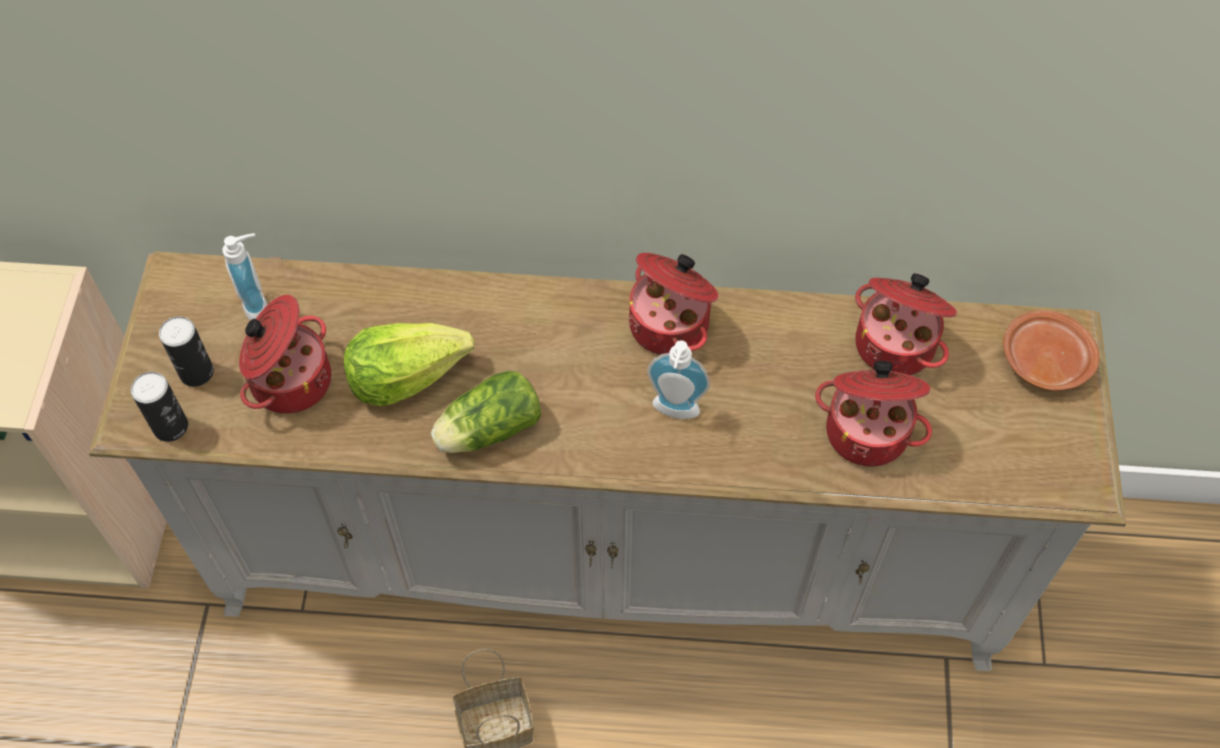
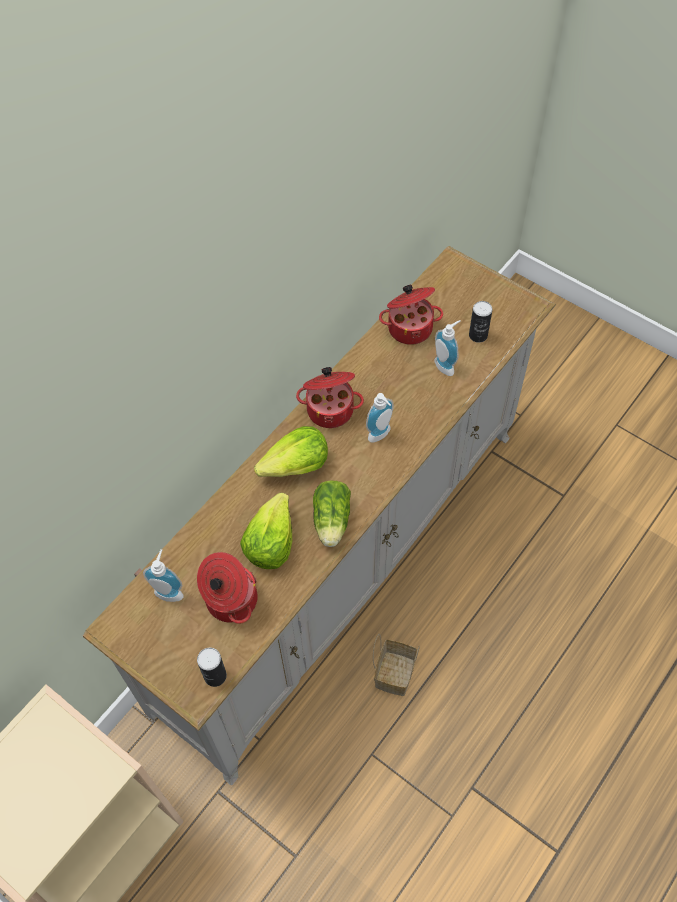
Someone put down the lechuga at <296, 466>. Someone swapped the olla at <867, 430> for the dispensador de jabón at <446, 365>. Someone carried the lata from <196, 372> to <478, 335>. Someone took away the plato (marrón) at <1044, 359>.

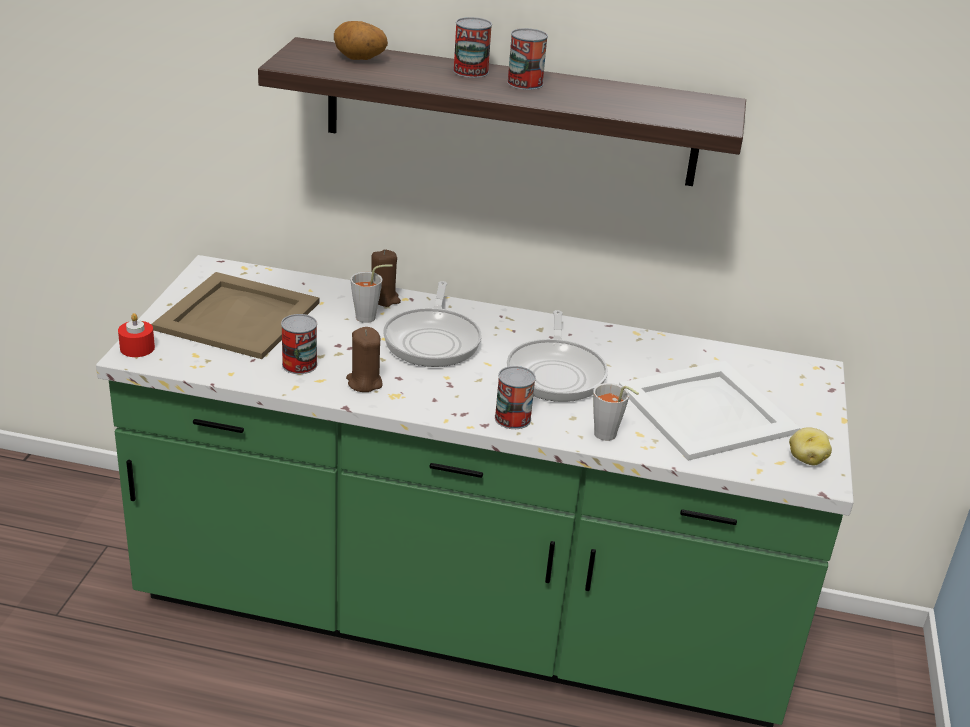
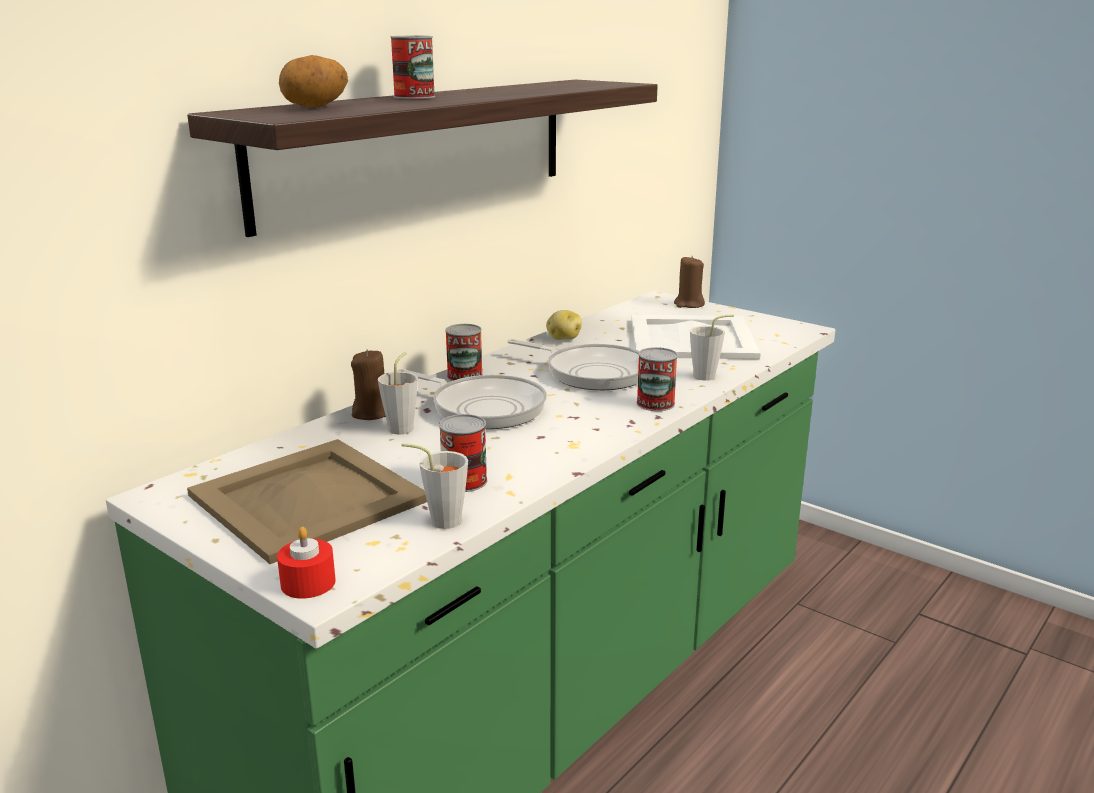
Someone put down the taza (gris) at <439, 520>. Someone carried the lata from <525, 83> to <465, 376>. Someone carried the patata from <806, 459> to <563, 339>. Someone carried the vela (marrón) from <364, 382> to <688, 304>.

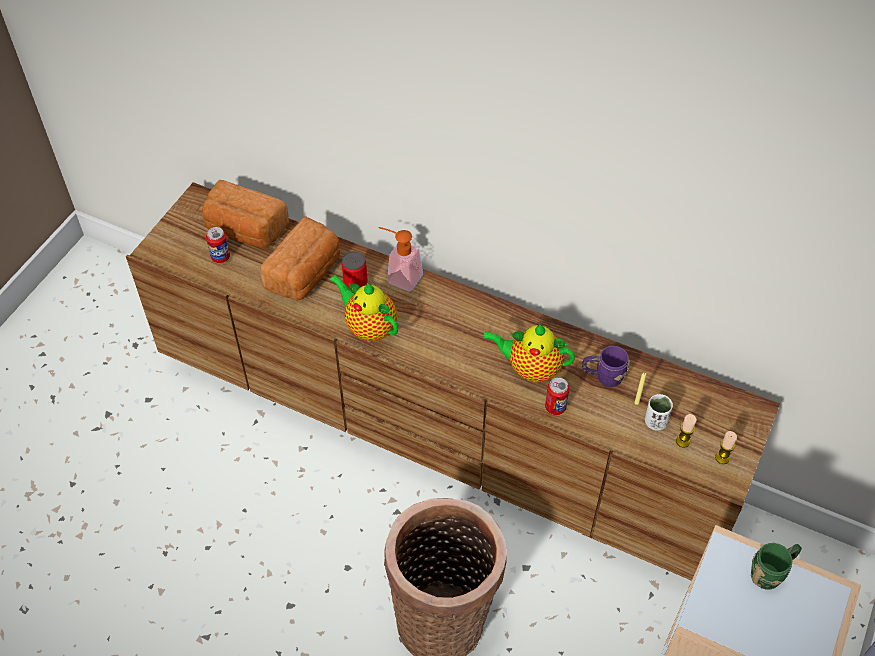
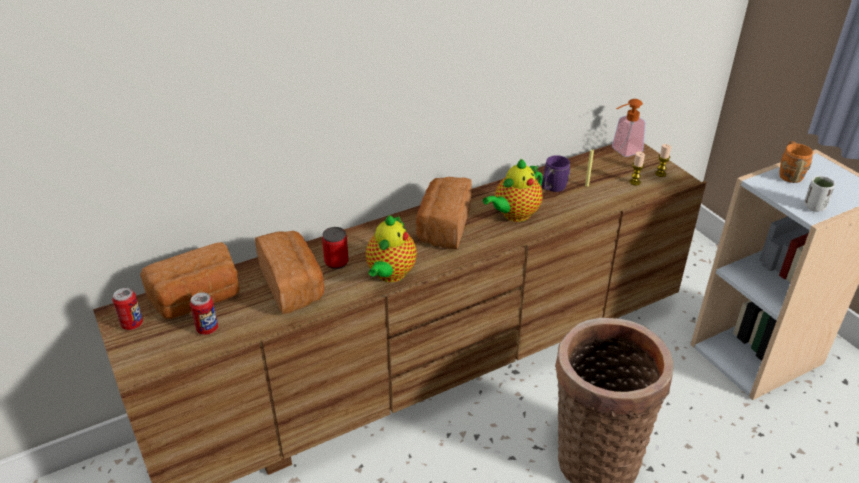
Someone carried the lata from <555, 407> to <132, 324>. Someone rotated the tetera at <368, 327> by 60 degrees counterclockwise. Someone put down the pan at <443, 227>. Someone carried the dispensador de jabón from <399, 276> to <622, 151>. Someone repainted the taza grande (verde) at <771, 572>, which became the taza grande (naranja) at <789, 173>. Someone carried the taza (blanco) from <655, 422> to <814, 207>.

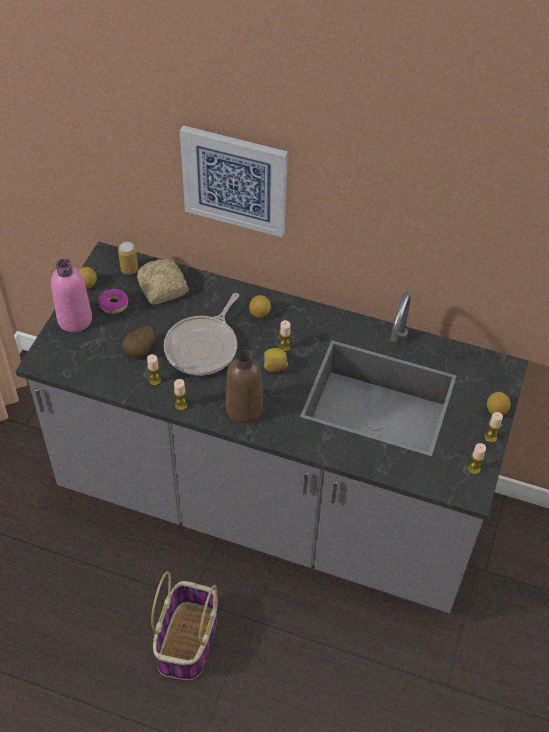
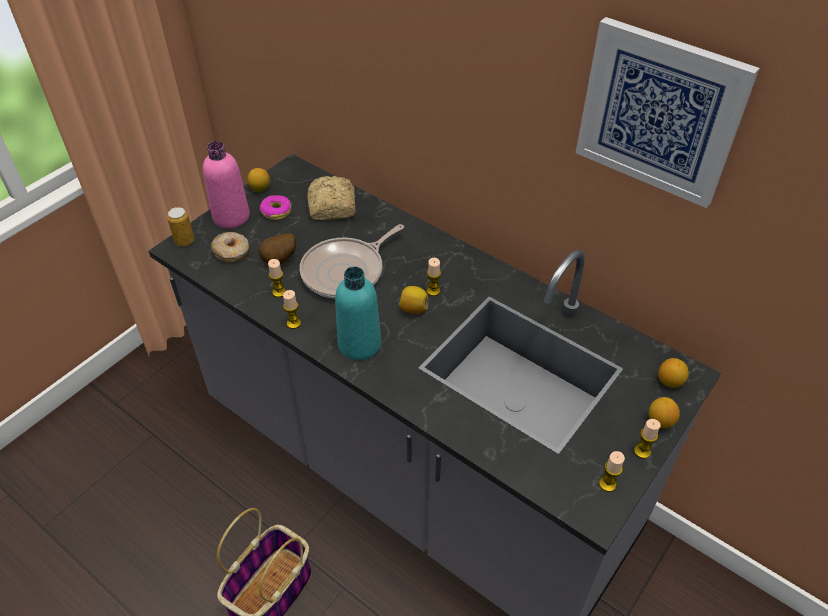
Someone carried the lata from <129, 269> to <184, 241>. Someone put down the rosquilla at <232, 252>. Someone repainted the botella (marrón) at <244, 409>, which became the botella (turquesa) at <359, 344>. Someone carried the cuadro from <235, 180> to <660, 112>. Someone carried the limón from <260, 313> to <670, 381>.

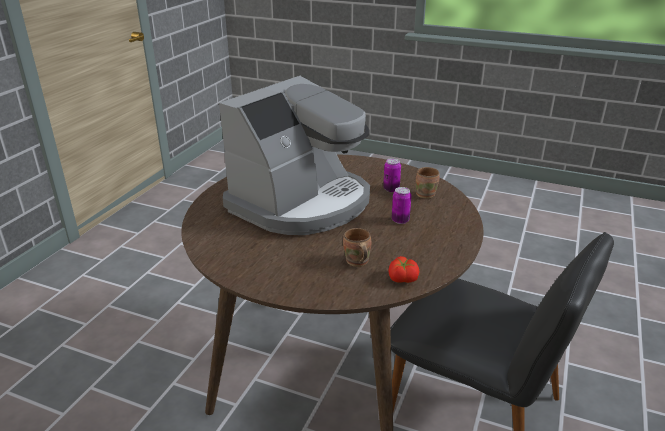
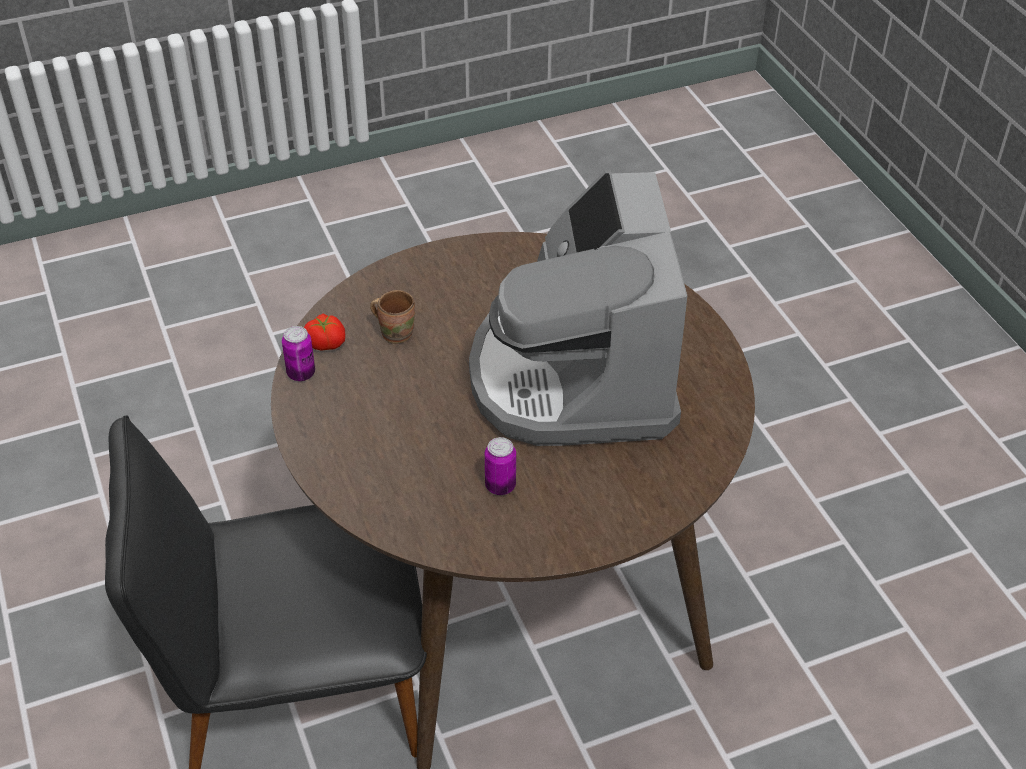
Someone carried the lata from <400, 220> to <301, 373>. Someone took away the taza grande (marrón) at <425, 194>.

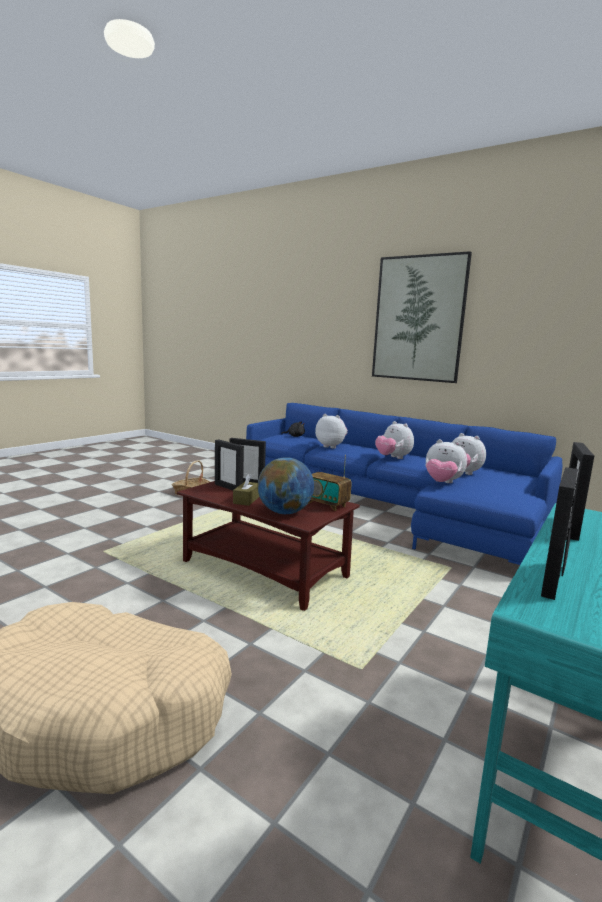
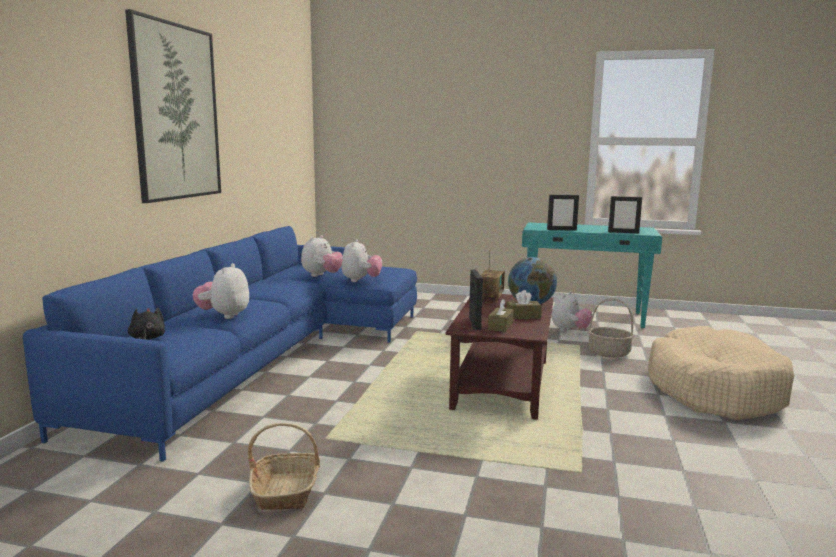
Someone swapped the portarretratos at <229, 487> for the caja de pañuelos (marrón) at <500, 326>. Someone carried the peluche from <393, 458> to <569, 330>. Someone put down the cesta at <609, 353>.

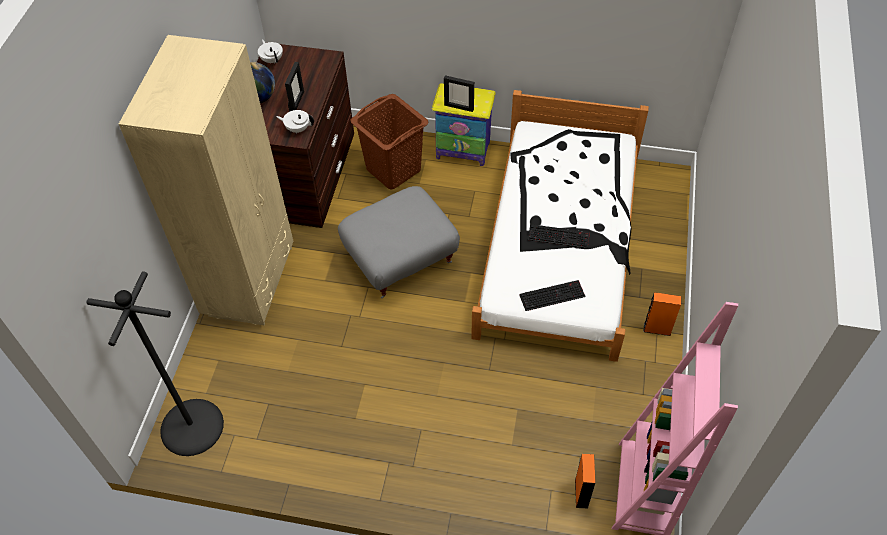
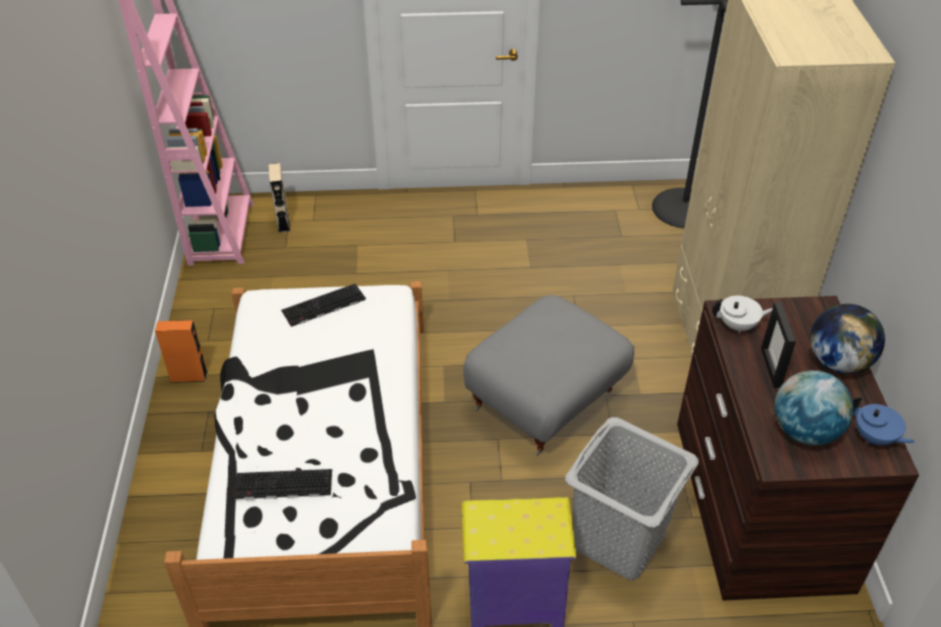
Someone carried the teclado from <559, 236> to <282, 485>. Someone repainted the altavoz (naranja) at <581, 493>, which became the altavoz (beis) at <283, 222>. Someone repainted the cesto de la ropa (marrón) at <393, 169>, which became the cesto de la ropa (gris) at <619, 541>. Someone put down the globo terráqueo at <804, 431>. Someone repainted the tetera (blanco) at <272, 60>, which became the tetera (azul) at <874, 438>. Someone took away the portarretratos at <459, 107>.

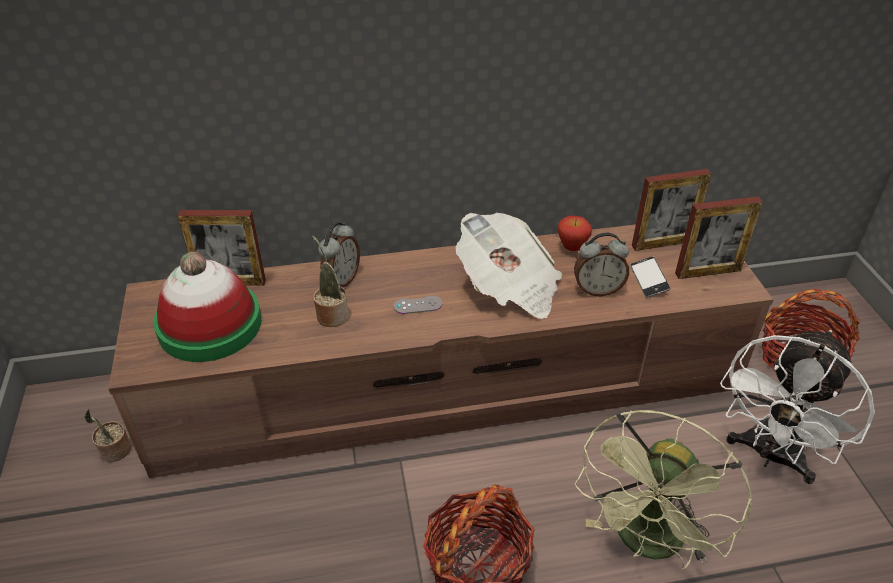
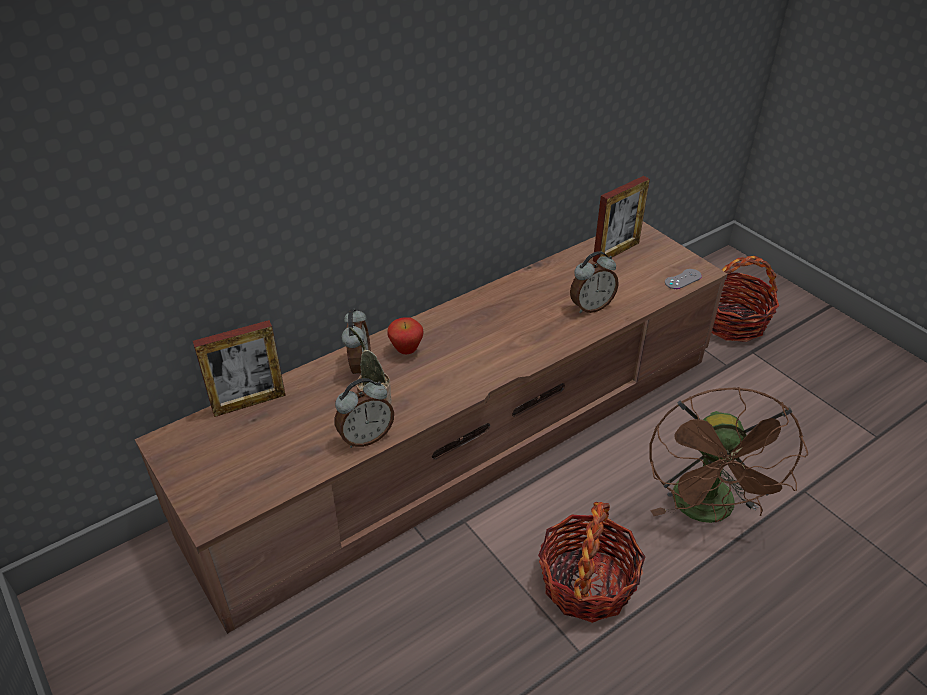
Someone put down the despertador at <366, 437>. Someone carried the manzana from <572, 248> to <406, 351>. Someone repainted the ventilador (verde) at <647, 544>, which became the ventilador (marrón) at <707, 511>. Someone carried the mando de consola (gris) from <418, 305> to <683, 279>. Someone took away the planta en maceta at <115, 452>. Someone took away the sombrero at <210, 325>. Someone took away the periódico at <509, 287>. Someone took away the móvil at <648, 280>. Someone took away the portarretratos at <707, 272>. Someone took away the ventilador (blanco) at <770, 456>.

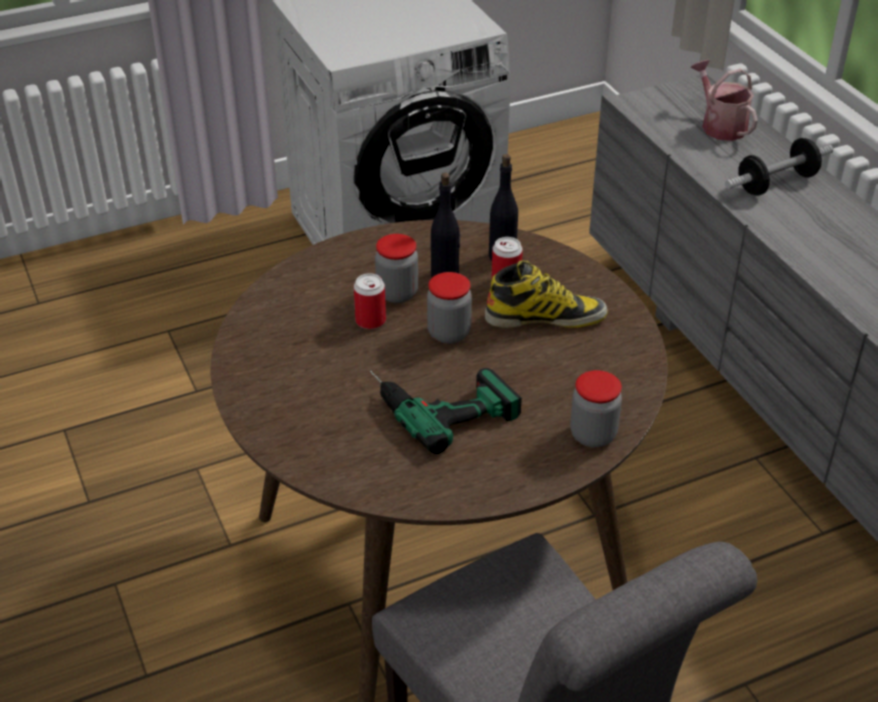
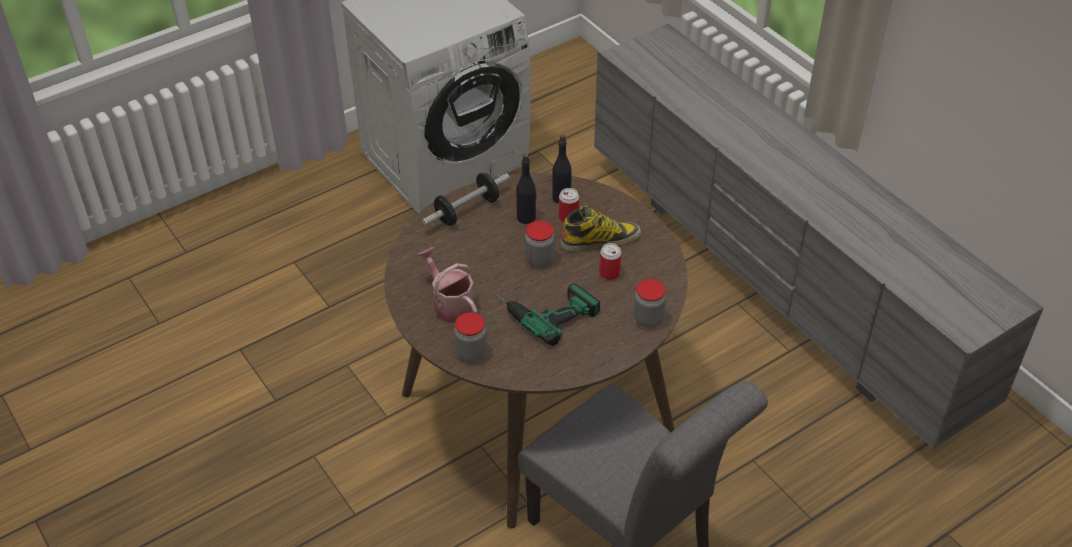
Someone carried the regadera from <720, 125> to <450, 304>. Someone carried the mancuerna from <776, 183> to <467, 210>. Someone carried the tarro from <397, 293> to <471, 353>. Someone carried the lata from <370, 321> to <609, 273>.

